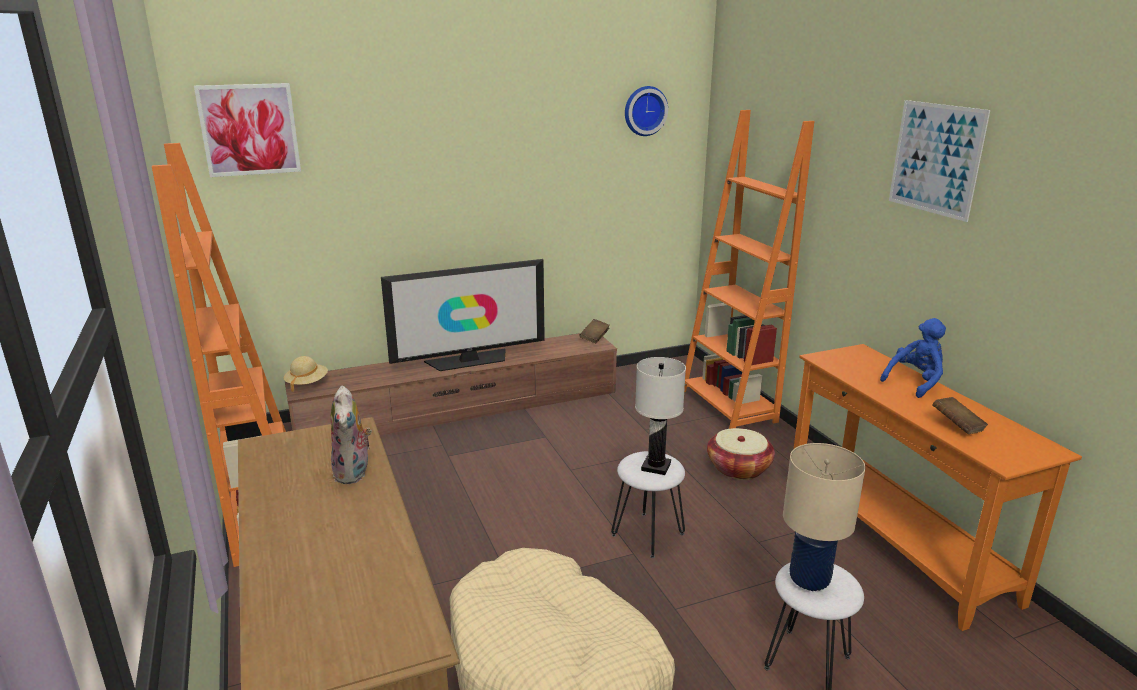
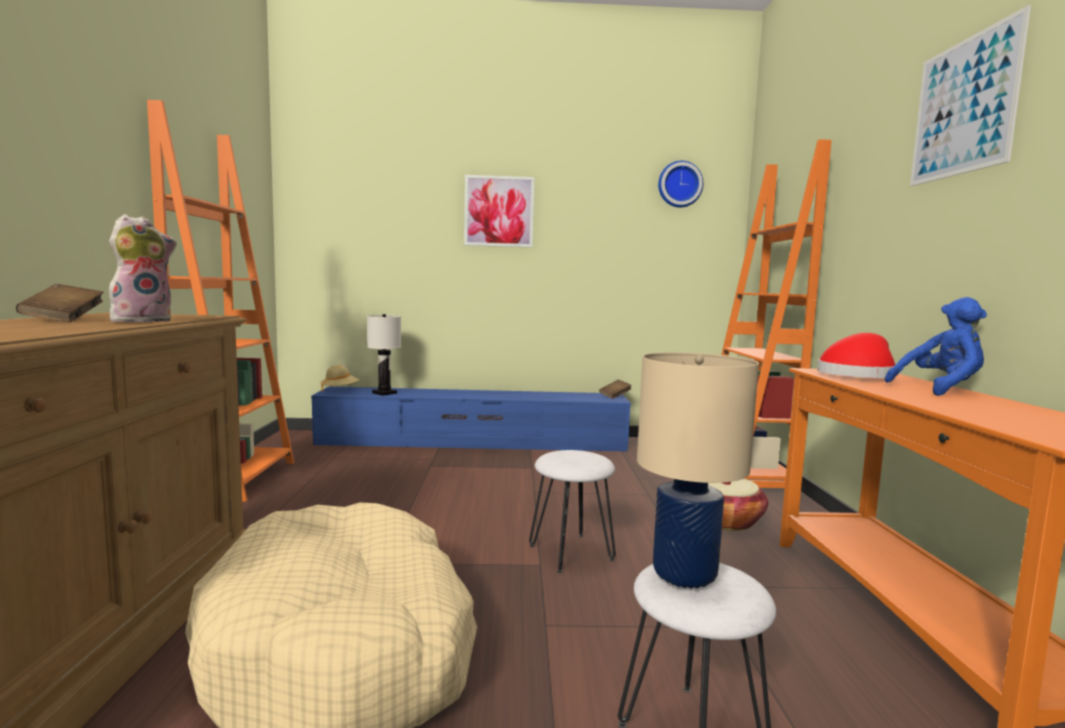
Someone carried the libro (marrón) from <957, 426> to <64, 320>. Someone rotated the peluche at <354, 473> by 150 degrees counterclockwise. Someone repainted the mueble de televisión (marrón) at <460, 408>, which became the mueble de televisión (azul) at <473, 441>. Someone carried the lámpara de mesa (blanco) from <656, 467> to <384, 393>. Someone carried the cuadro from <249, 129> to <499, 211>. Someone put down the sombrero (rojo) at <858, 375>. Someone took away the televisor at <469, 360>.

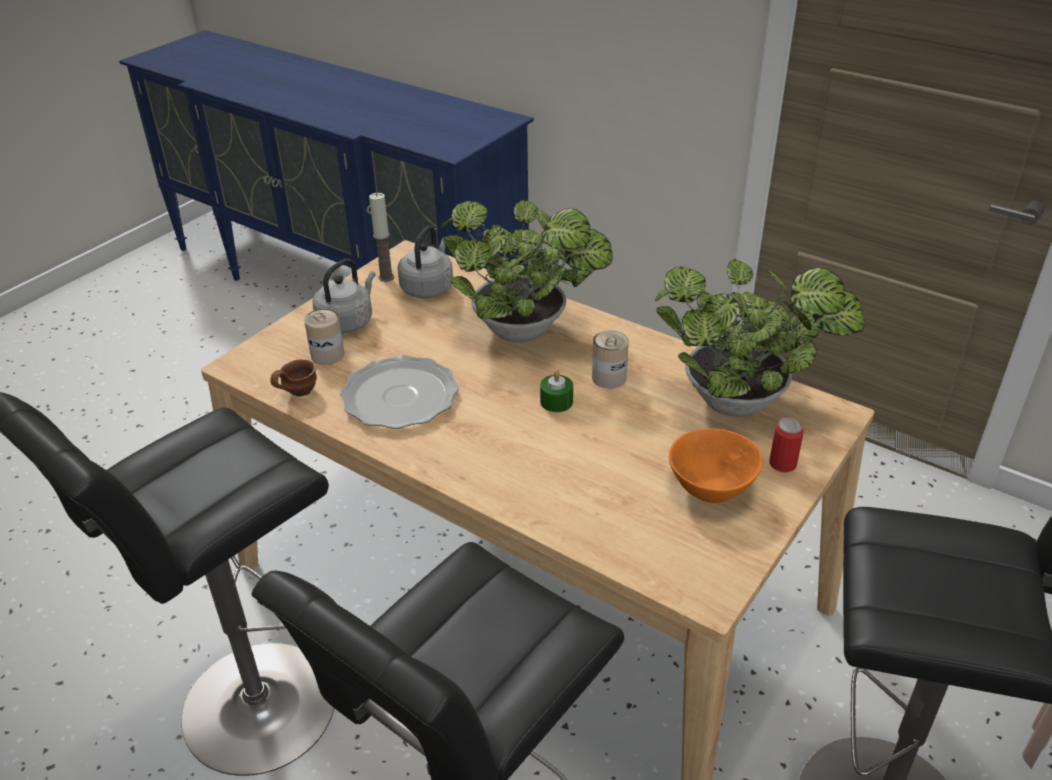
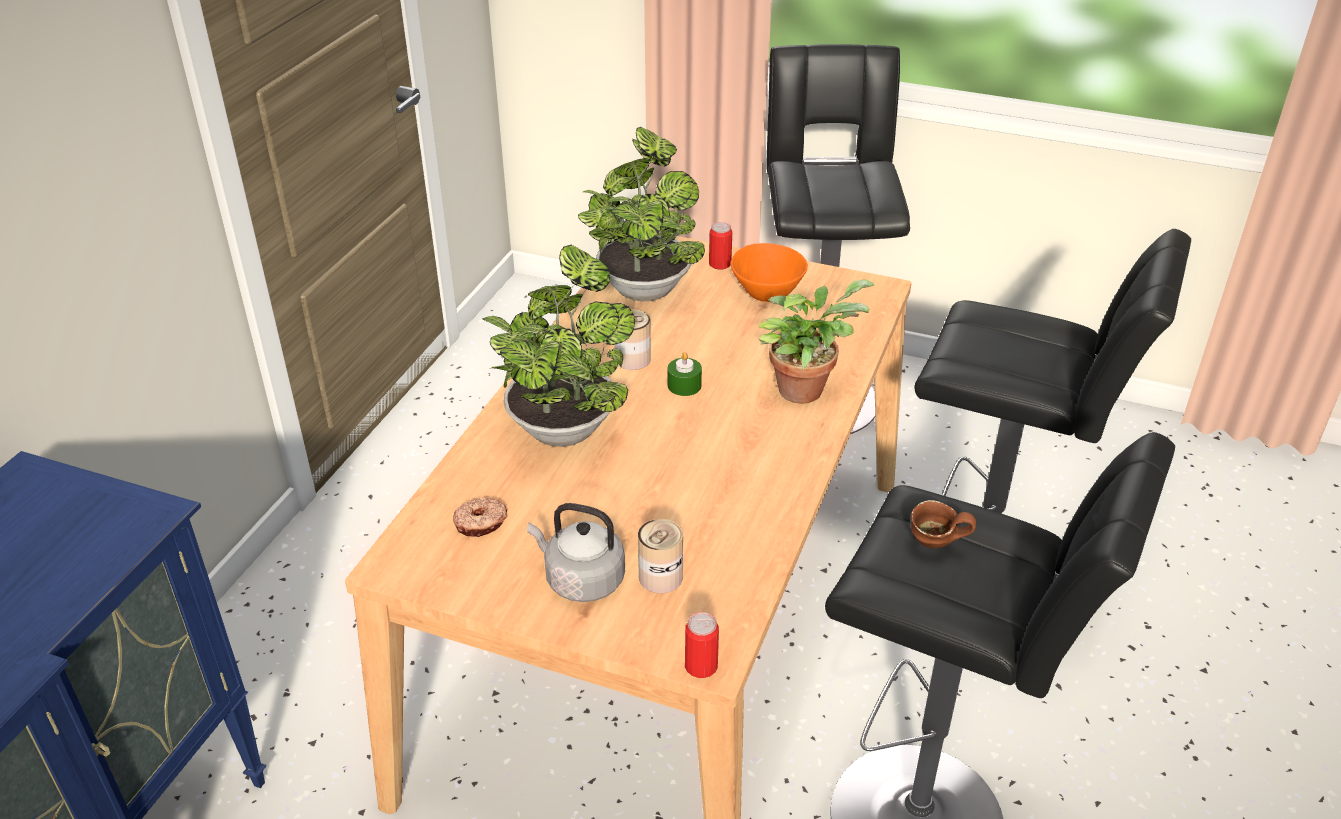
Someone swapped the hervidor (gris) at <428, 287> for the rosquilla at <481, 524>. Someone put down the lata at <701, 666>. Someone put down the planta en maceta at <804, 387>. Someone carried the taza grande (marrón) from <297, 393> to <935, 546>. Someone took away the plato at <401, 396>. Someone took away the vela at <386, 277>.

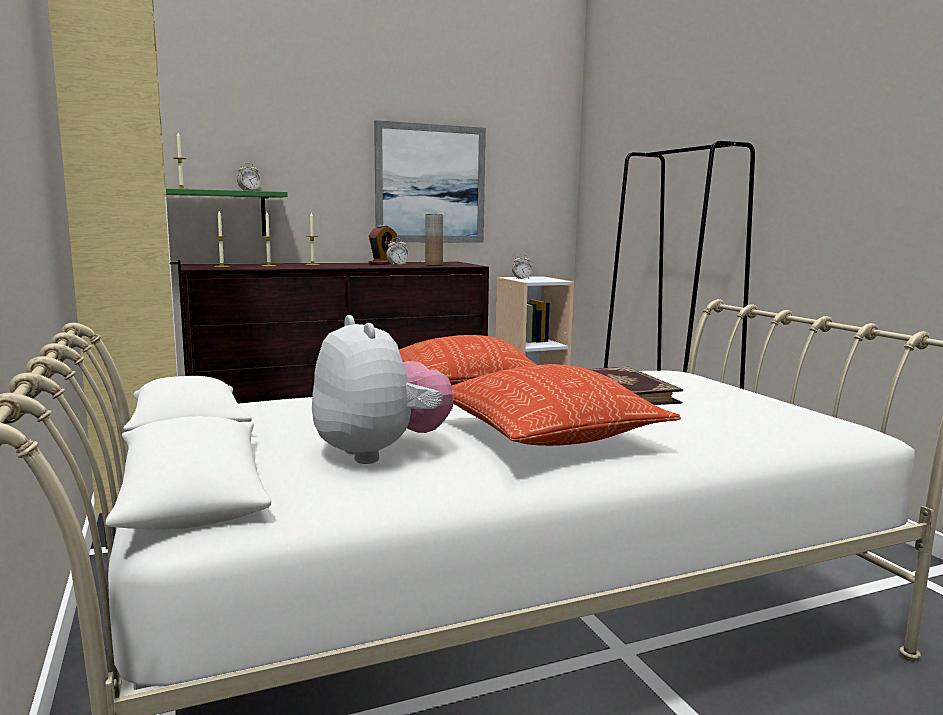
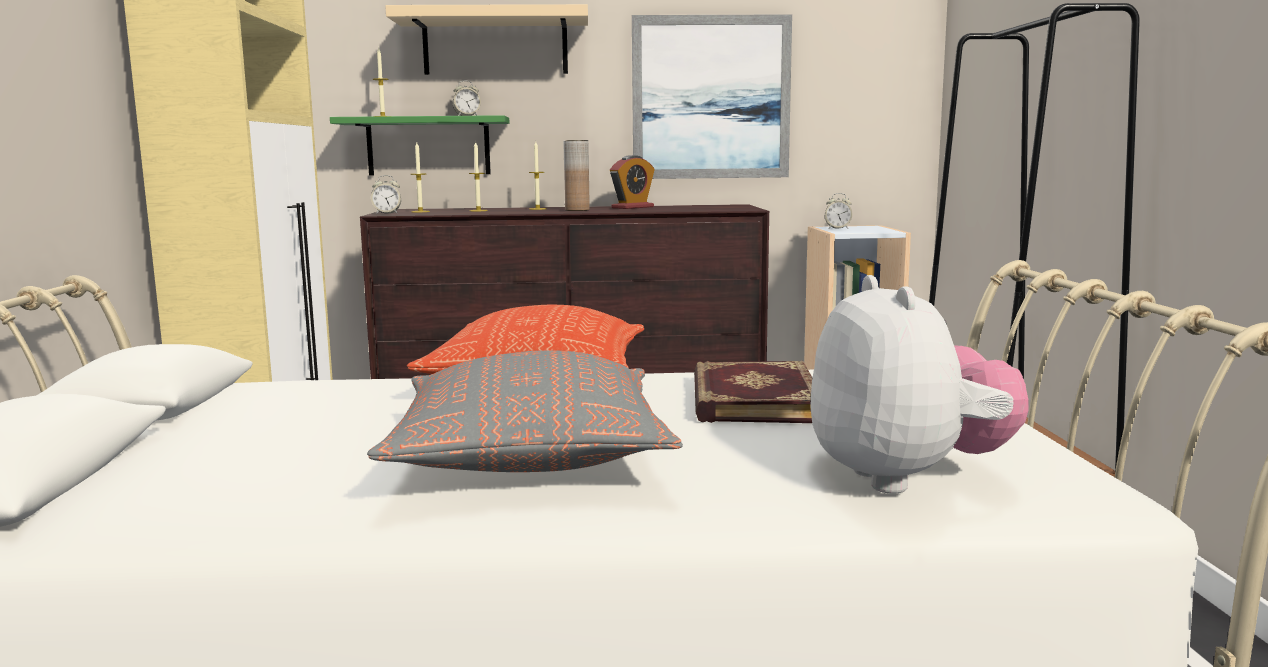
Someone repainted the cojín (naranja) at <546, 435>, which became the cojín (gris) at <530, 456>. Someone carried the despertador from <397, 265> to <387, 213>. Someone put up the estante (beis) at <495, 44>. Someone carried the florero (marrón) from <434, 265> to <577, 210>. Someone carried the peluche from <379, 453> to <906, 478>.

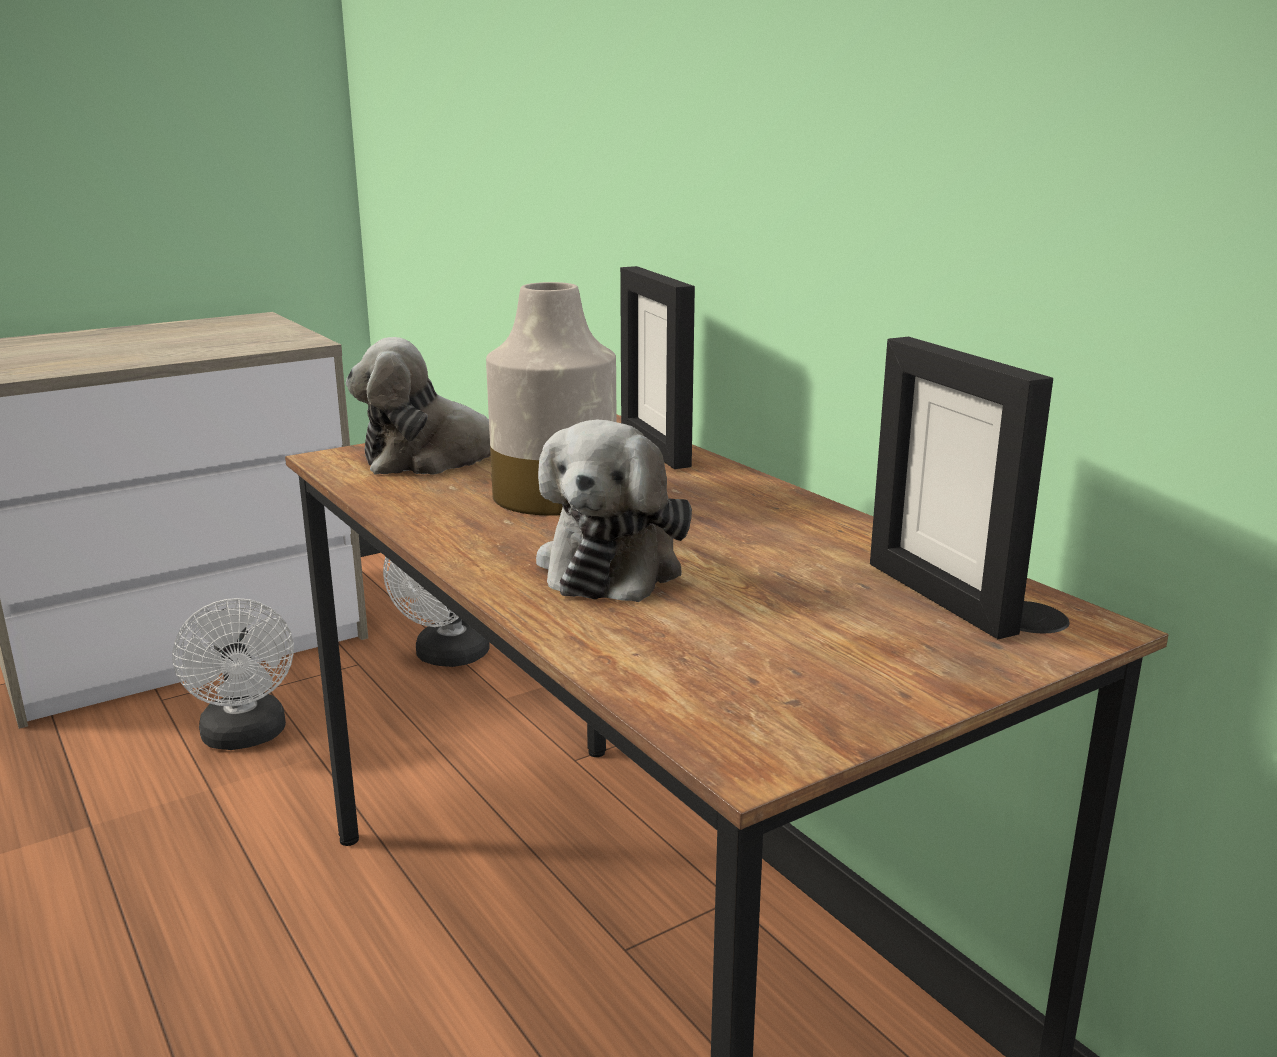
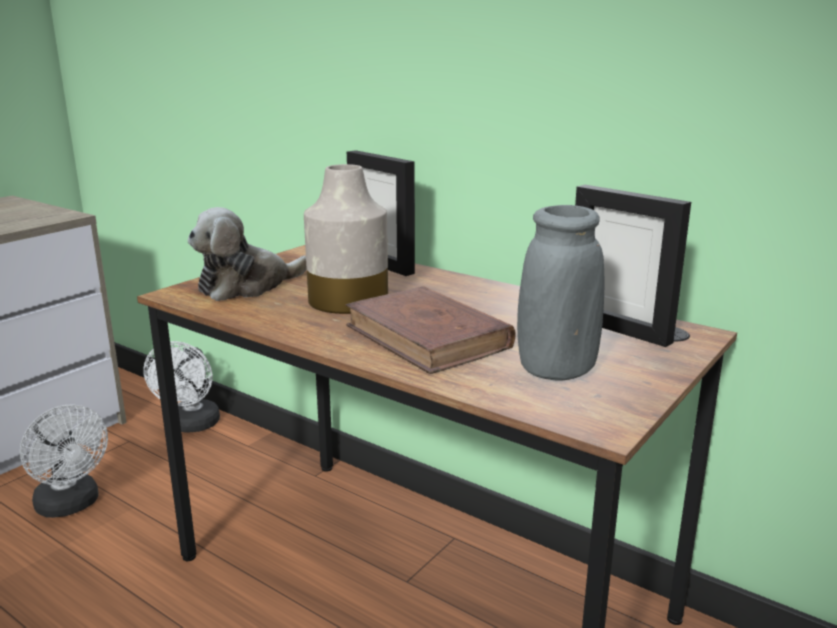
Someone swapped the peluche at <613, 565> for the libro (marrón) at <428, 337>. Someone put down the florero (gris) at <557, 371>.

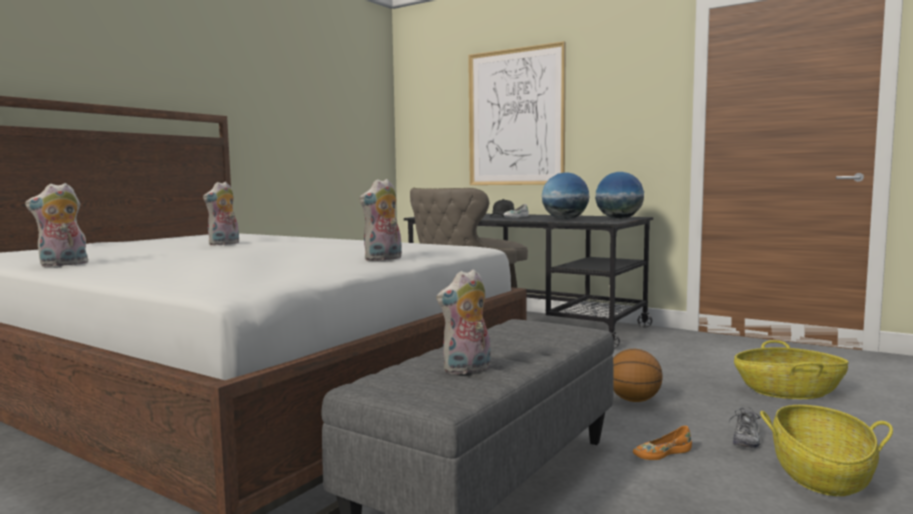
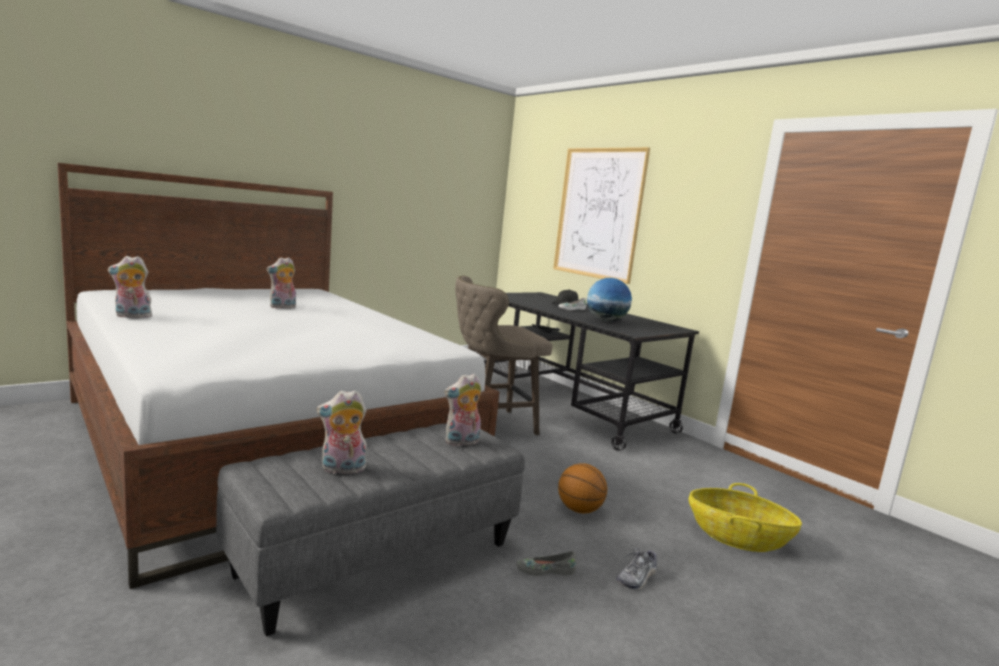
Someone carried the peluche from <383, 259> to <461, 442>. Someone repainted the zapato (naranja) at <661, 453>, which became the zapato (gris) at <545, 570>. Someone took away the globo terráqueo at <619, 219>. Someone took away the cesta at <820, 474>.

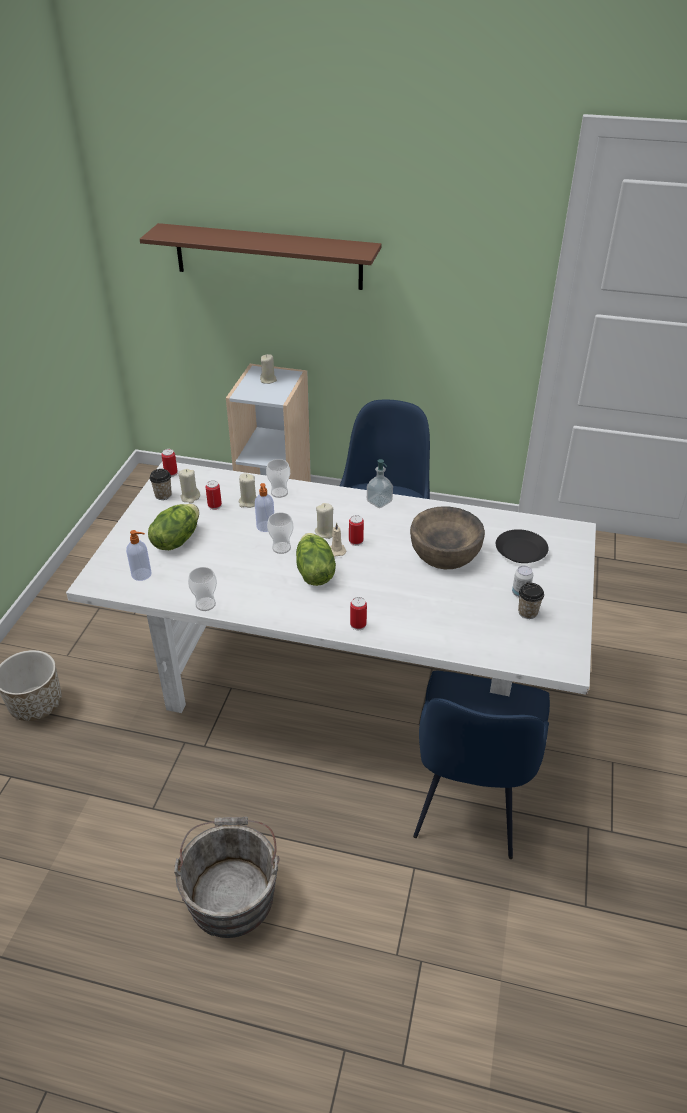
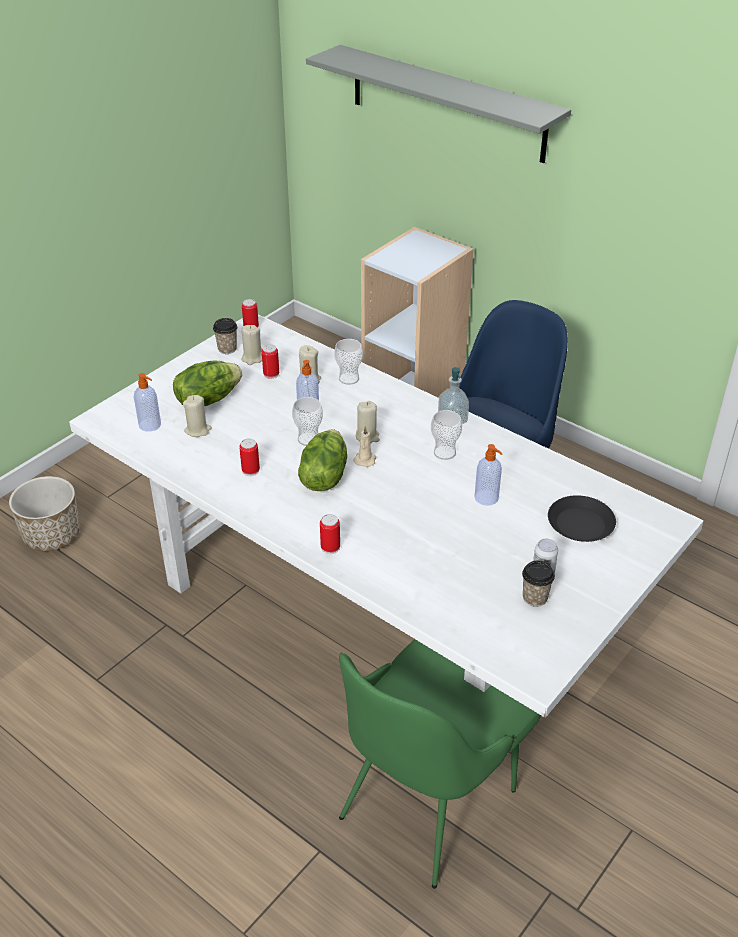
Someone carried the vela (beis) from <268, 380> to <198, 430>. Someone carried the lata from <356, 541> to <250, 470>. Someone repainted the estante (marrón) at <268, 256>, which became the estante (gris) at <447, 103>. Someone repainted the silla (azul) at <470, 801>, which became the silla (verde) at <427, 805>. Someone carried the taza from <205, 604> to <444, 452>. Someone swapped the cuenco (marrón) at <445, 552> for the dispensador de jabón at <487, 498>. Someone took away the cubo (gris) at <231, 891>.

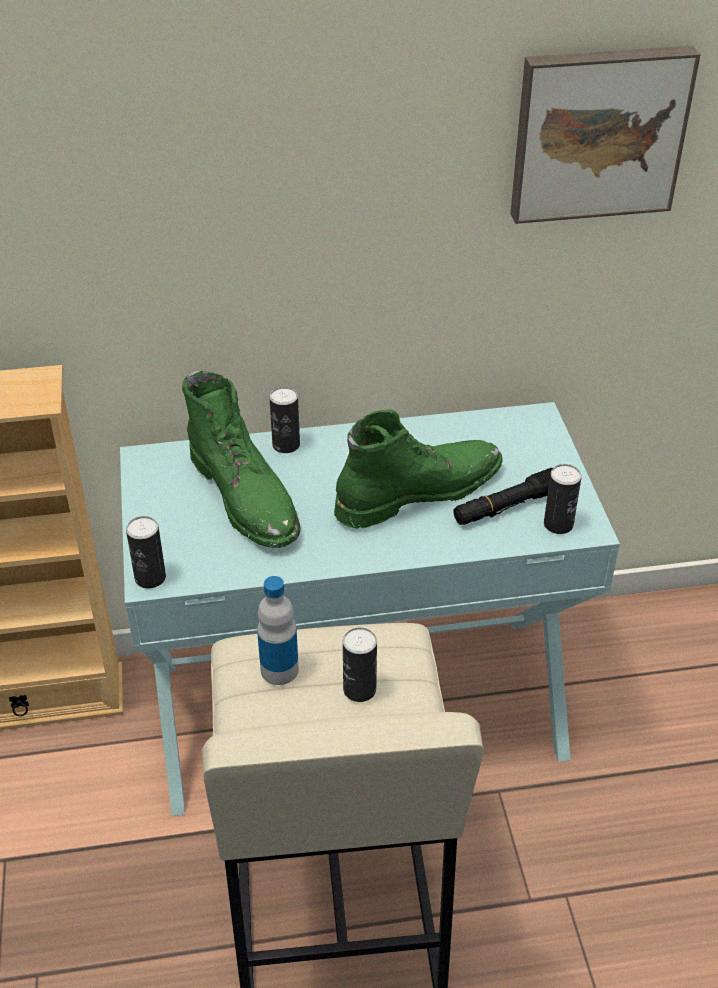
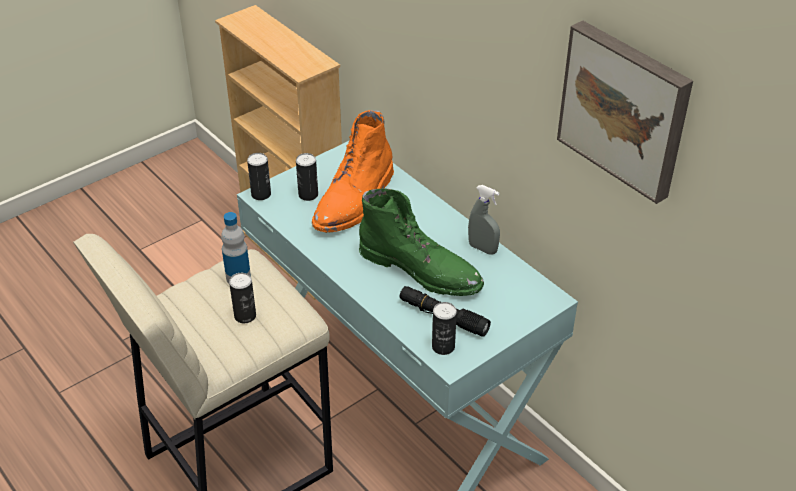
Someone carried the lata from <286, 445> to <308, 195>. Someone repainted the bota (verde) at <247, 497>, which became the bota (naranja) at <355, 201>. Someone put down the pulverizador (gris) at <482, 248>.

